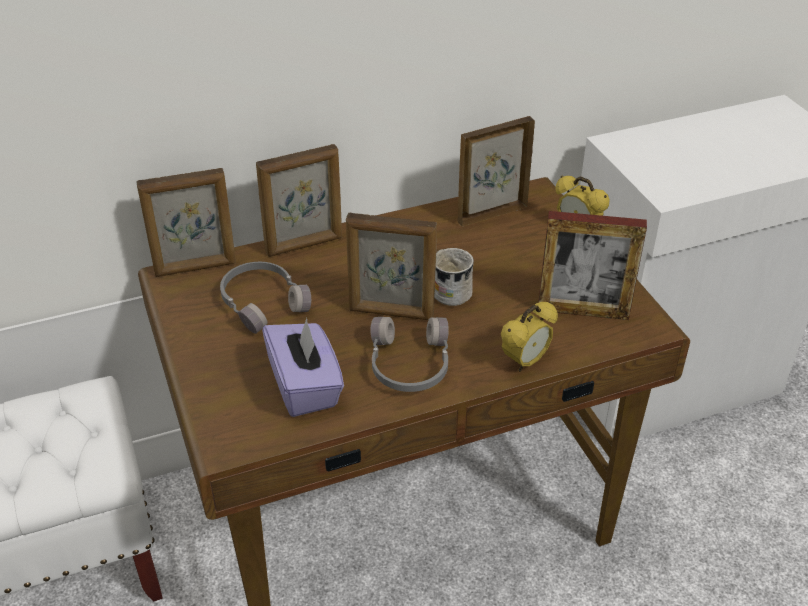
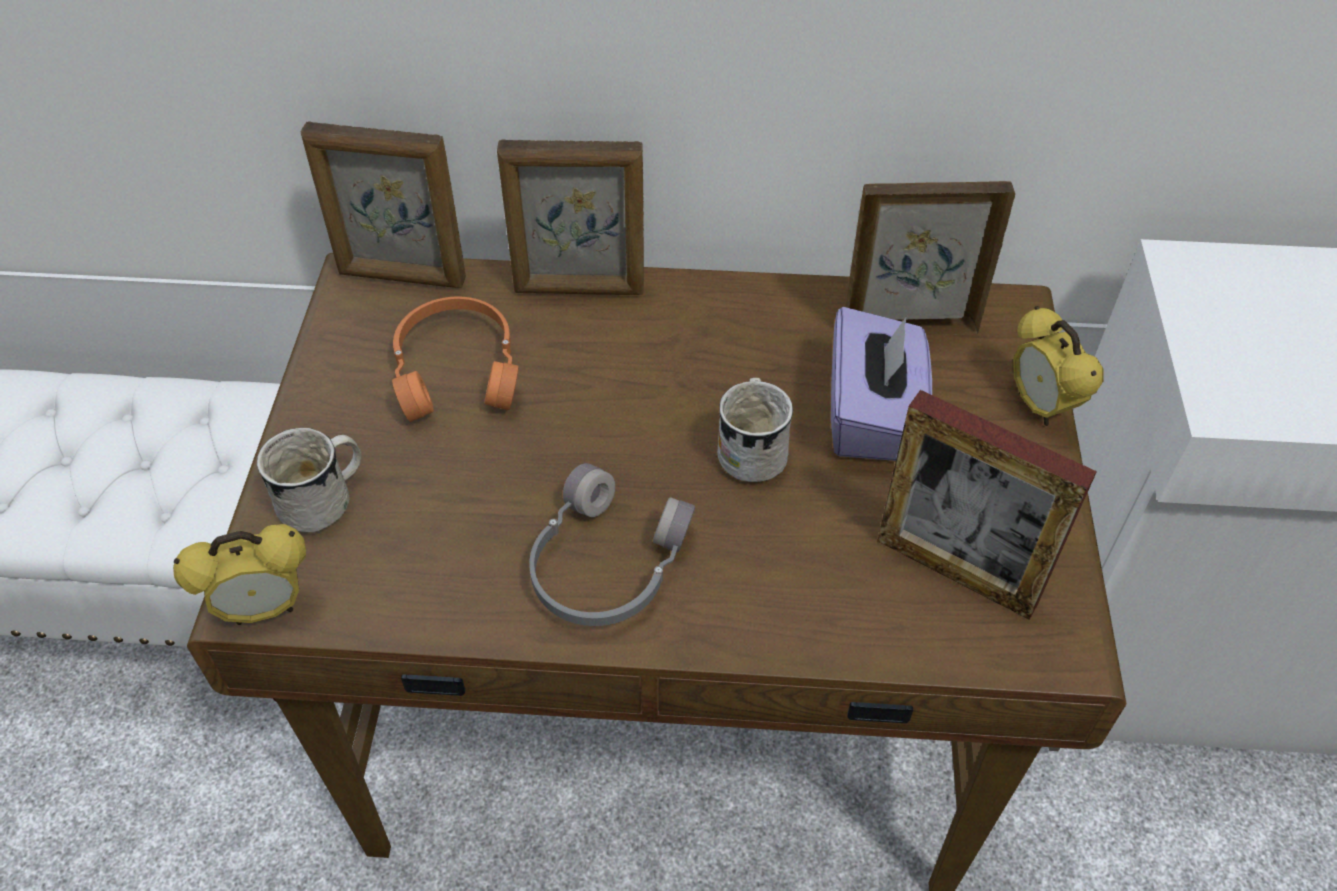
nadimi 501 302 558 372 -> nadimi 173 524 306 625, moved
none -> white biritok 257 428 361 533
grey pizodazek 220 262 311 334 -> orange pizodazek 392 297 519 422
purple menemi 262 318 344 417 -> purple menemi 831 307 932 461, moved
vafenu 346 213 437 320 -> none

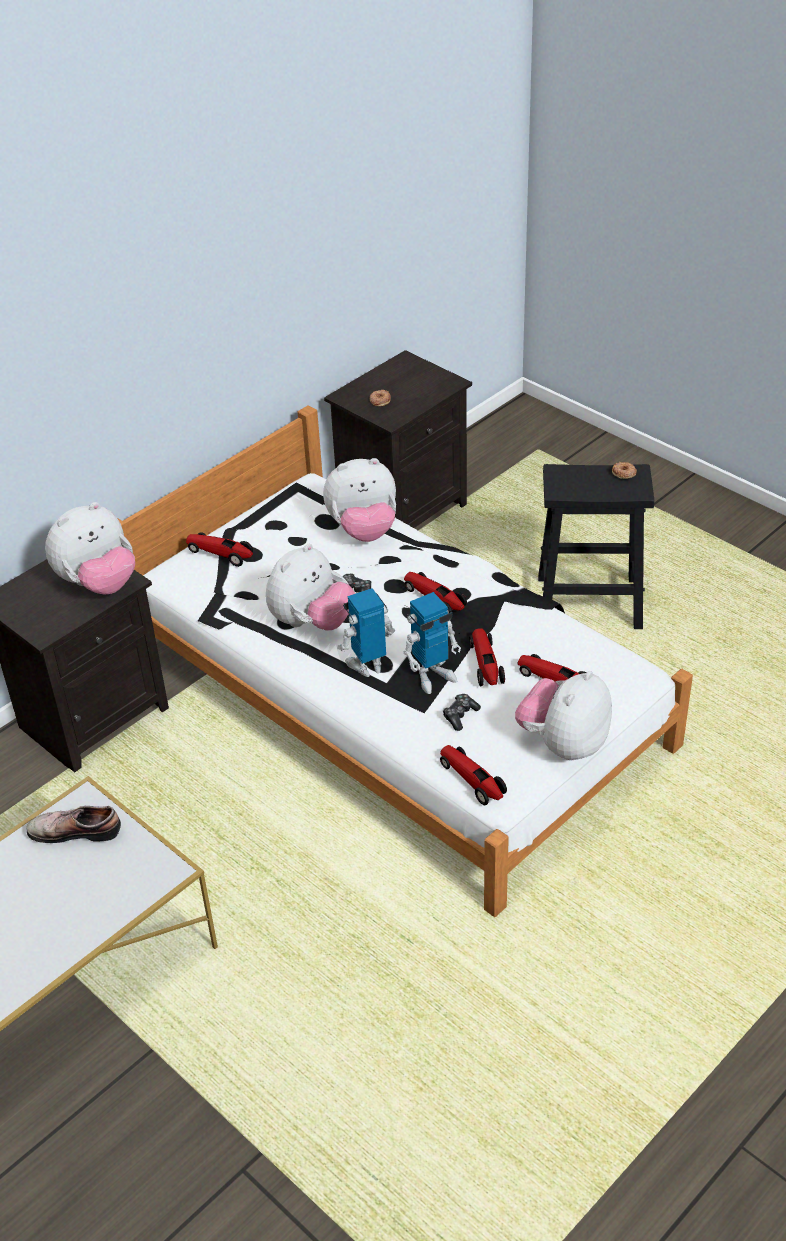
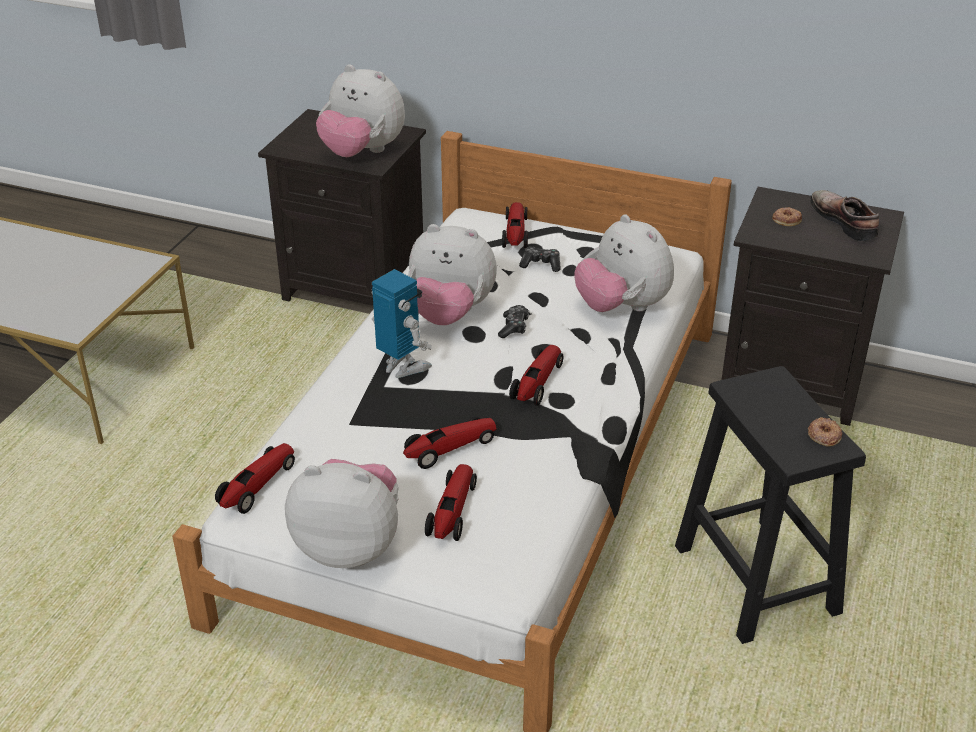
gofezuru 443 694 481 731 -> gofezuru 519 247 561 272, moved
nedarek 26 806 121 843 -> nedarek 810 190 879 241, moved
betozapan 404 592 461 694 -> none

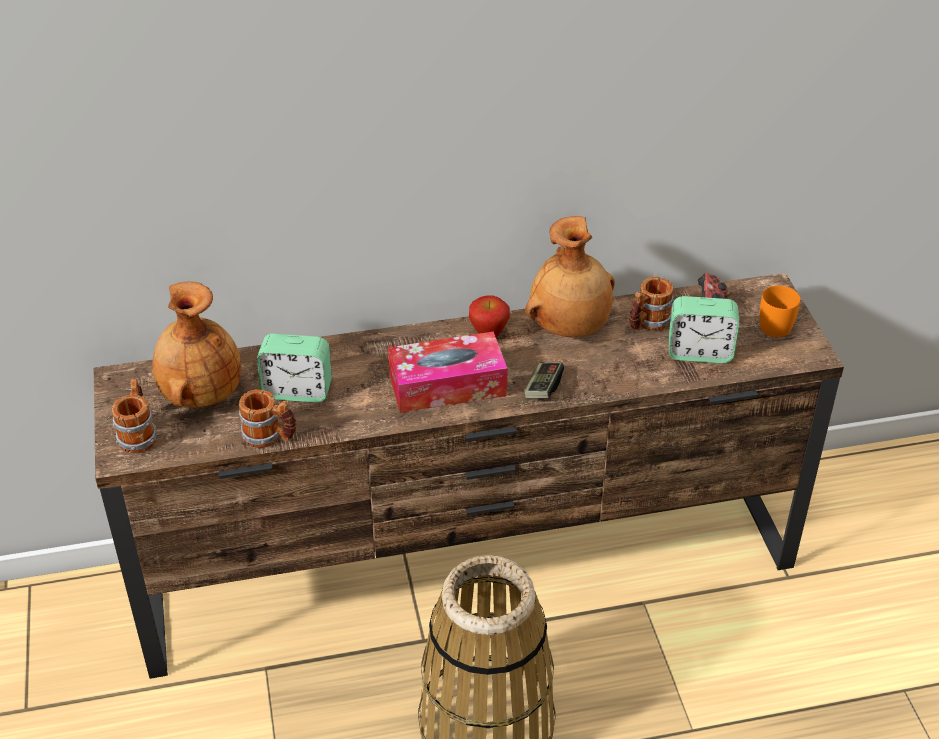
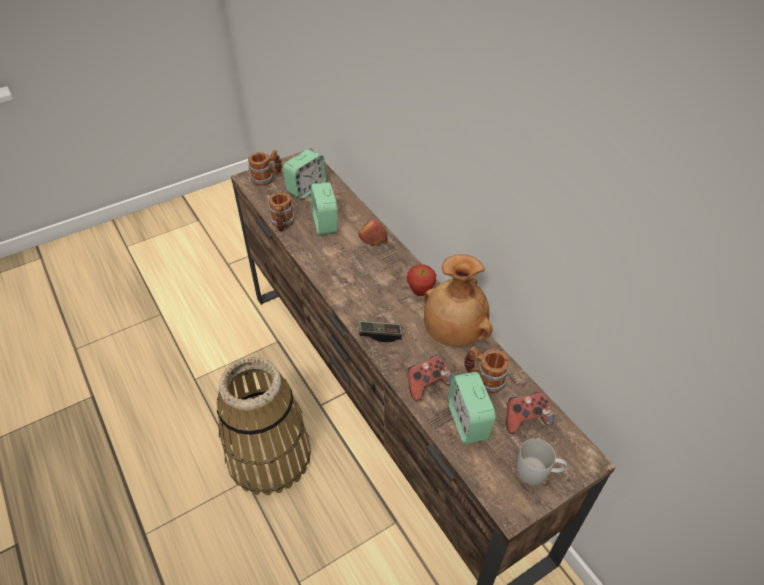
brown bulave 152 281 241 408 -> nadimi 283 149 326 199
none -> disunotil 358 220 388 245
none -> gofezuru 407 356 452 401
orange biritok 760 286 800 337 -> white biritok 517 438 567 485
menemi 388 331 507 413 -> none

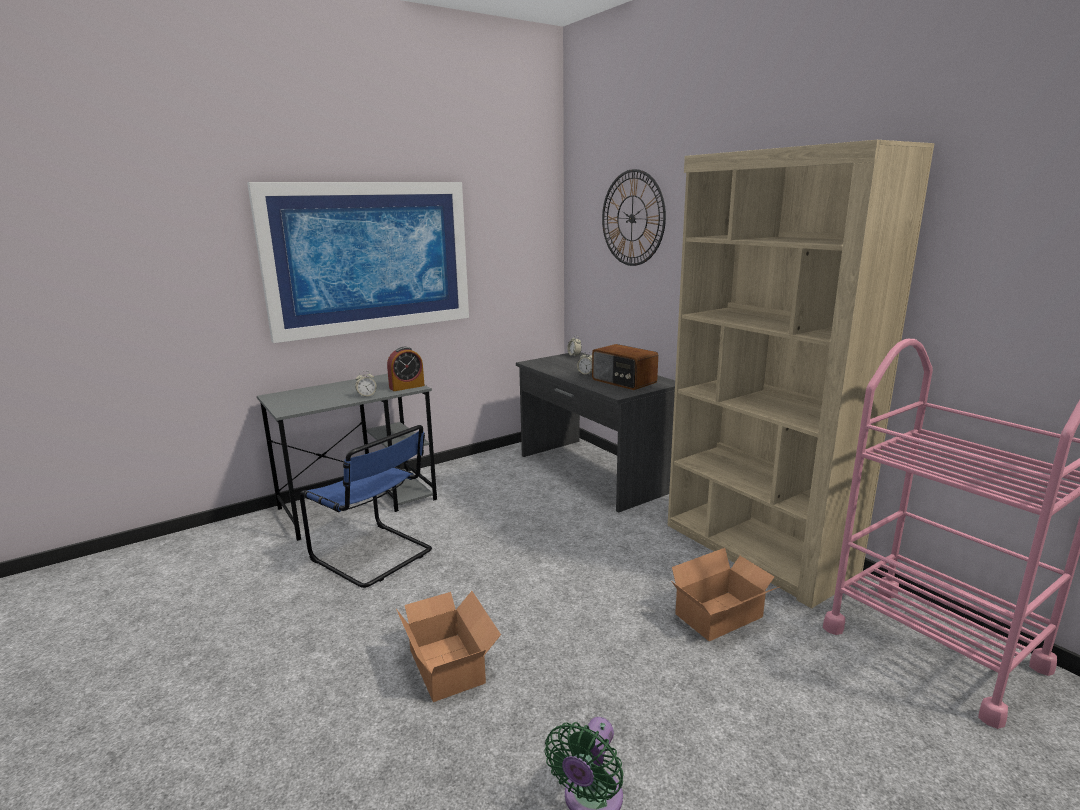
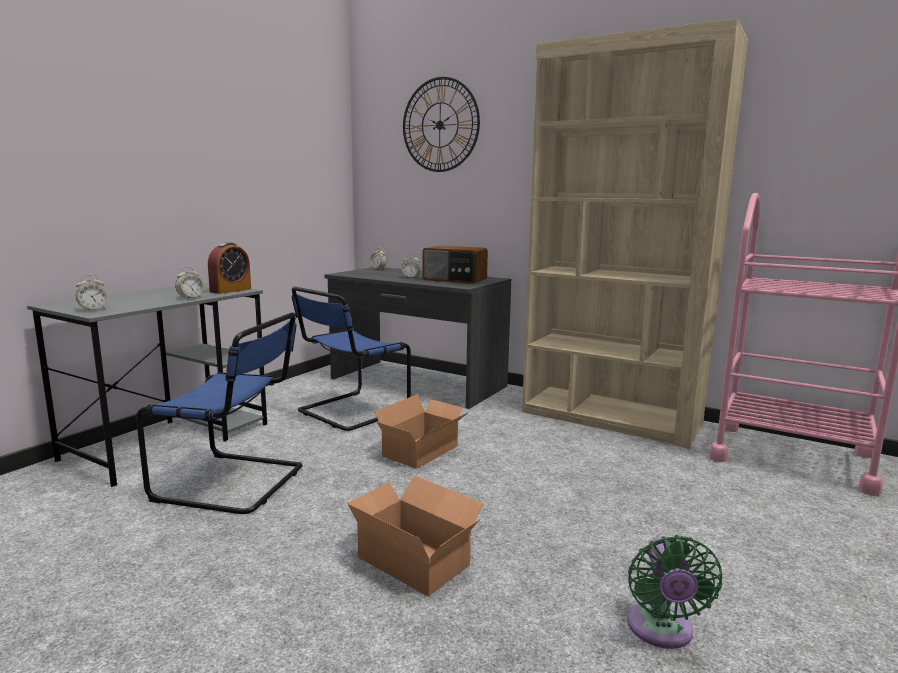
none -> nadimi 76 275 108 311
none -> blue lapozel 292 287 411 431
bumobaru 671 548 781 641 -> bumobaru 375 394 470 469, moved
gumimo 247 182 469 343 -> none

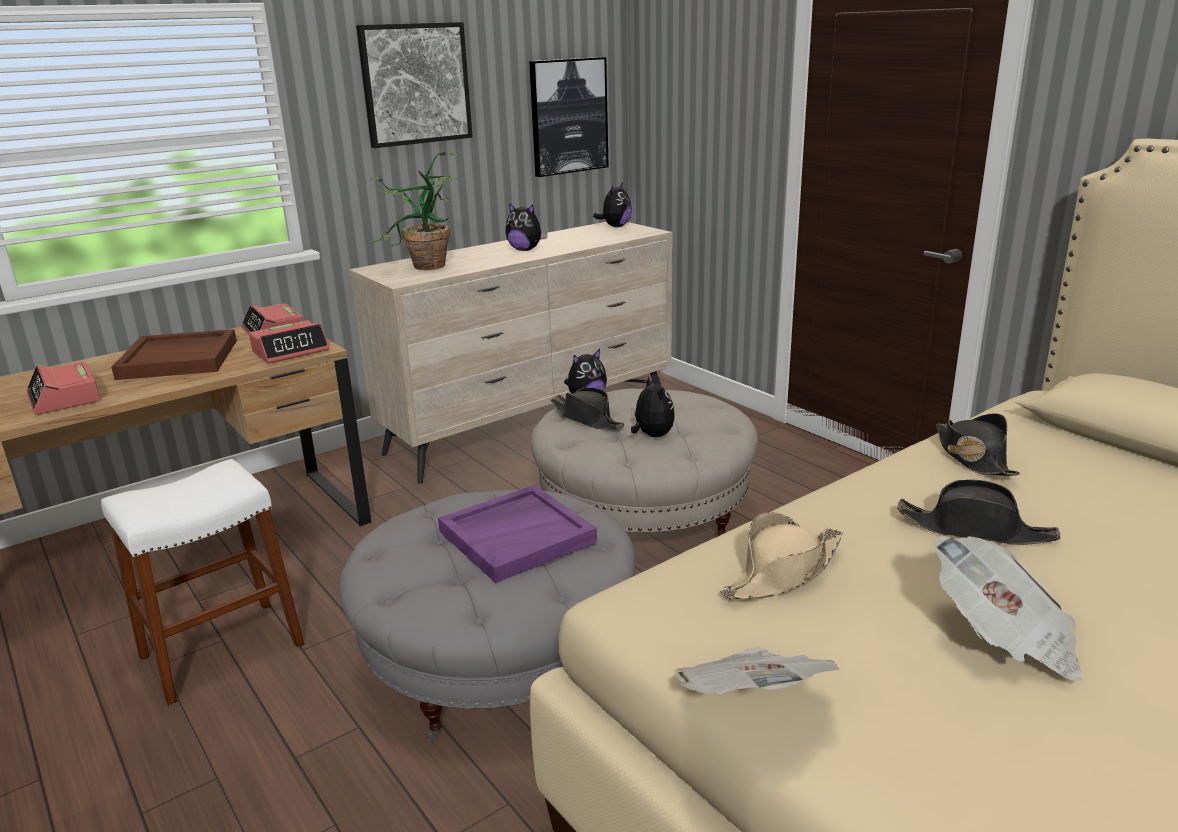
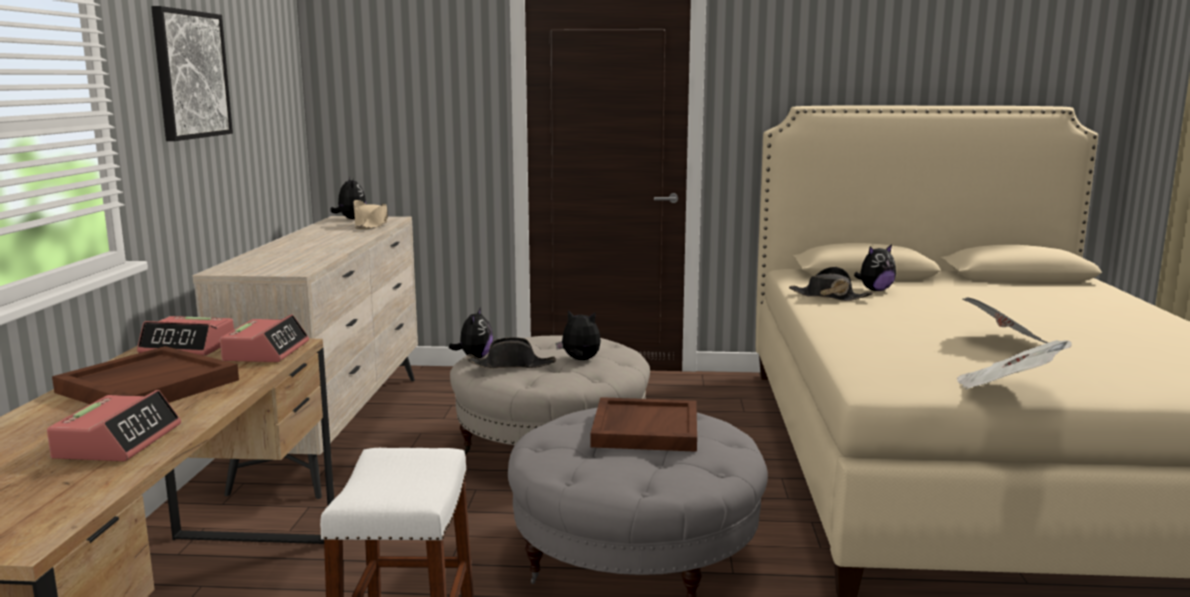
nadimi 27 362 101 415 -> nadimi 47 390 181 461, 90 degrees counterclockwise
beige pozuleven 720 512 843 599 -> beige pozuleven 353 200 388 229, moved
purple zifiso 438 485 597 583 -> brown zifiso 590 397 697 452
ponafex 505 203 548 251 -> ponafex 854 244 896 291, moved
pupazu 369 152 458 270 -> none
gumimo 529 57 609 177 -> none
black pozuleven 897 479 1060 545 -> none

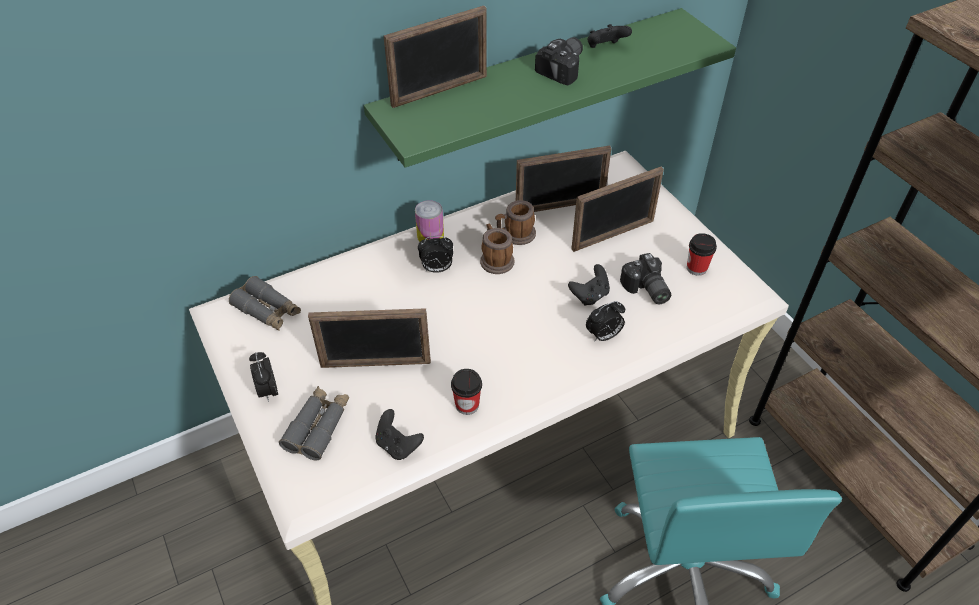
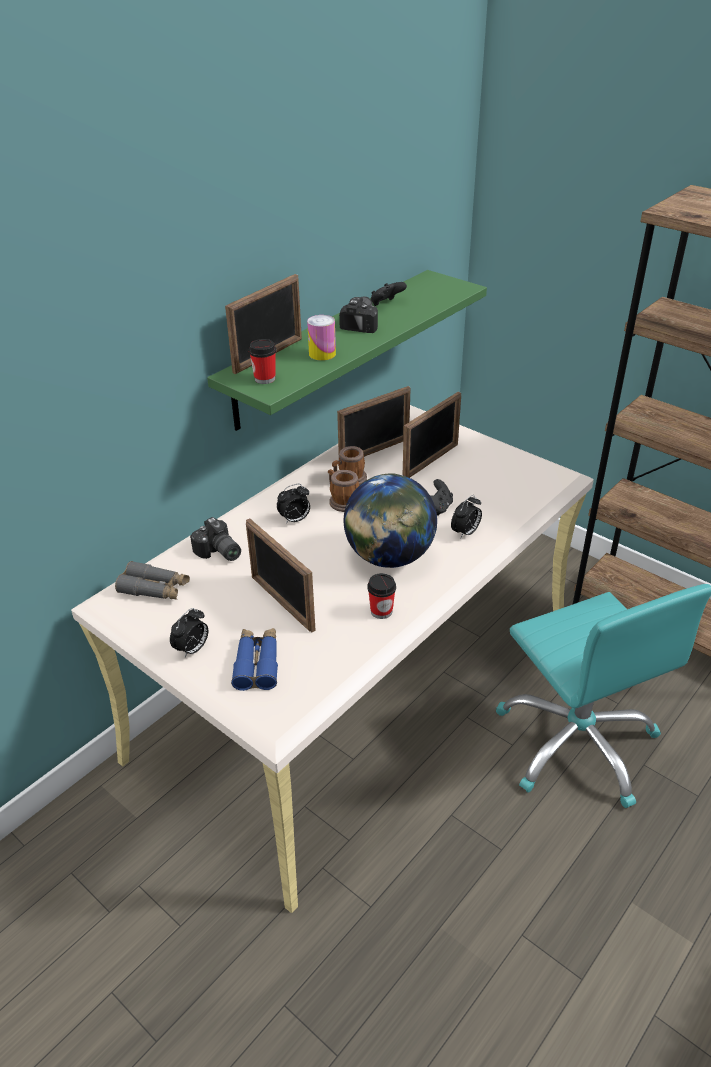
nadimi 249 352 278 402 -> nadimi 170 608 208 658, 105 degrees counterclockwise
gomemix 620 253 671 304 -> gomemix 190 517 241 561, moved
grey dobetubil 279 386 349 461 -> blue dobetubil 231 628 278 691
vafenu 308 308 431 368 -> vafenu 246 519 316 633, 75 degrees clockwise
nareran 687 233 717 276 -> nareran 249 339 276 384, moved
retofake 415 200 444 242 -> retofake 307 315 336 361, moved
none -> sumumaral 344 473 437 568
black gofezuru 375 409 424 460 -> none

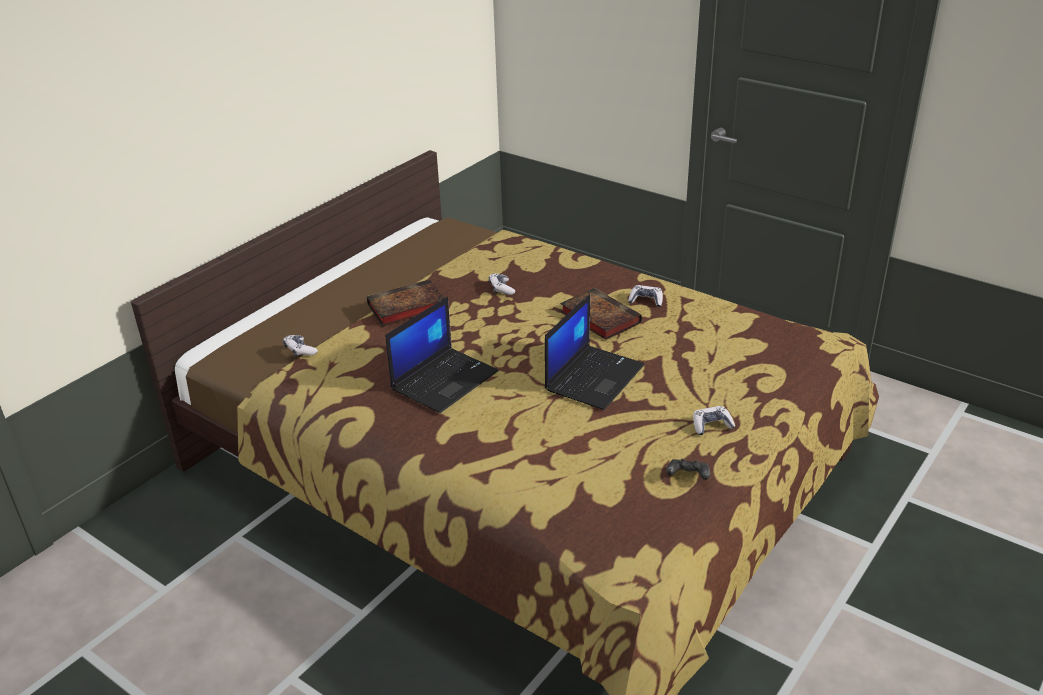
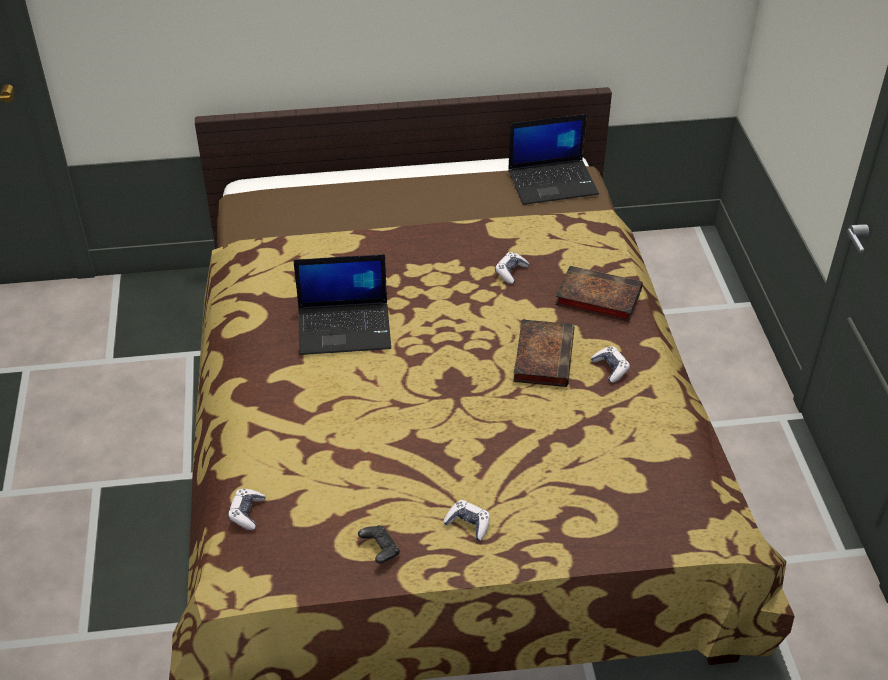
gofezuru 283 335 318 357 -> gofezuru 228 488 265 530, moved
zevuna 545 294 645 410 -> zevuna 508 114 599 205, moved
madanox 367 279 444 326 -> madanox 555 266 643 322, moved

